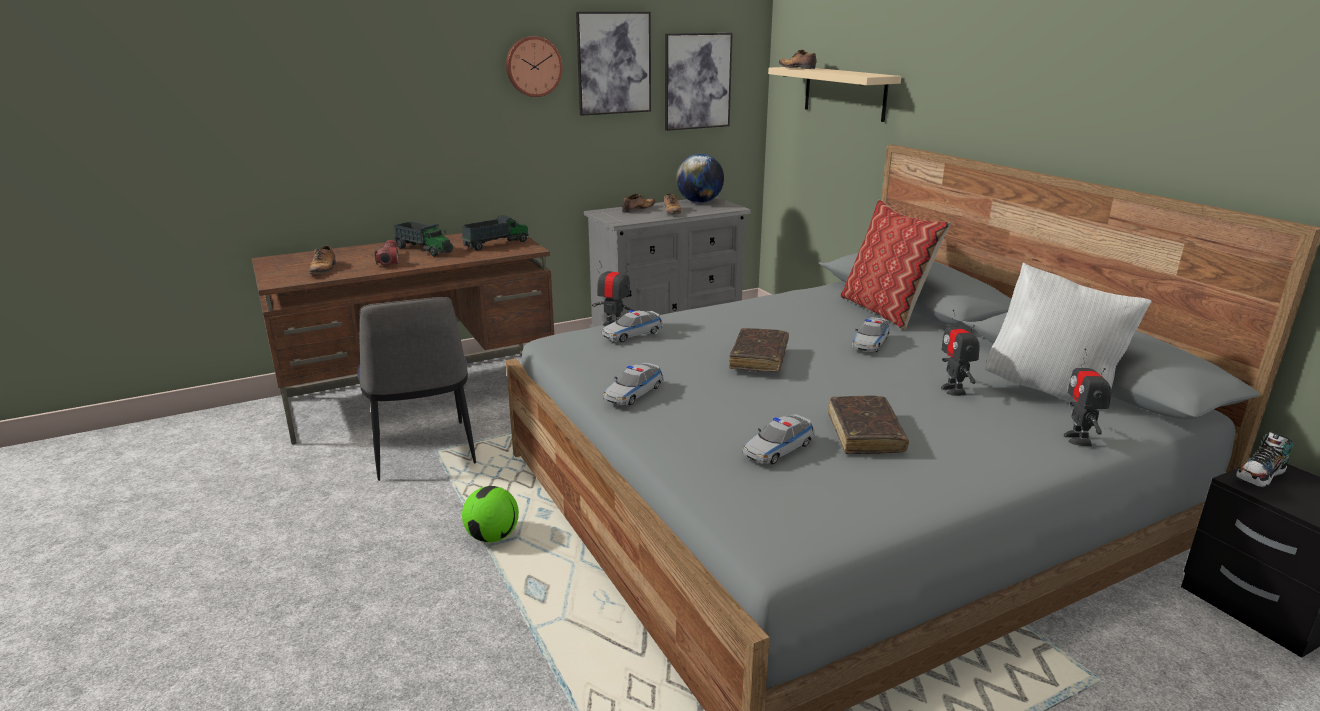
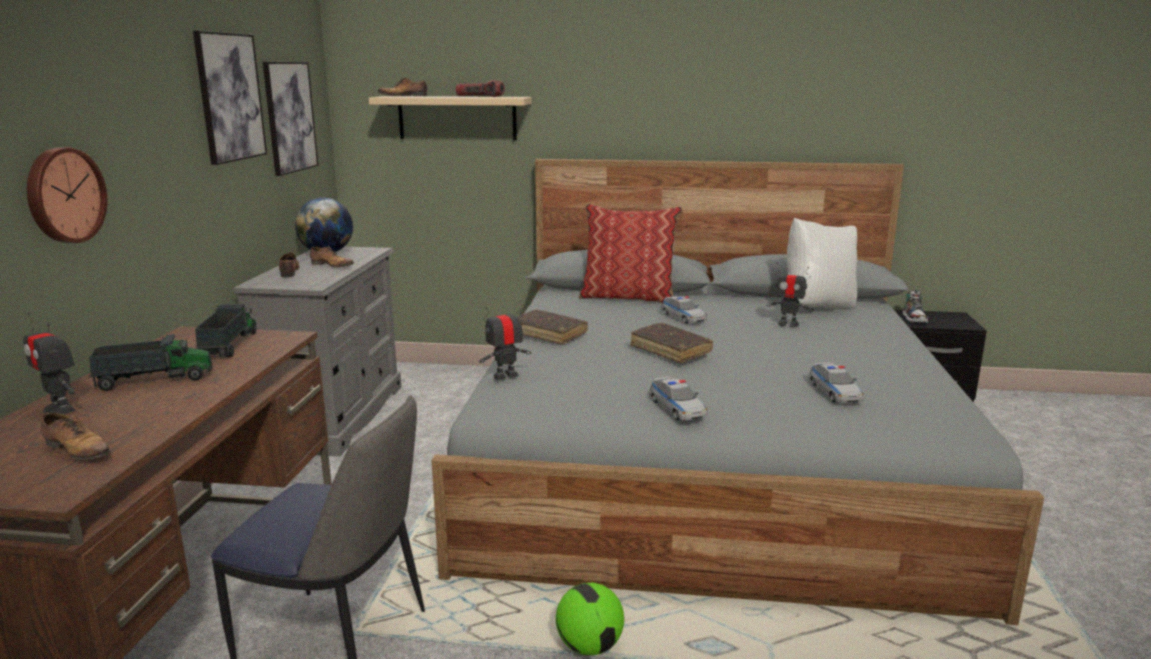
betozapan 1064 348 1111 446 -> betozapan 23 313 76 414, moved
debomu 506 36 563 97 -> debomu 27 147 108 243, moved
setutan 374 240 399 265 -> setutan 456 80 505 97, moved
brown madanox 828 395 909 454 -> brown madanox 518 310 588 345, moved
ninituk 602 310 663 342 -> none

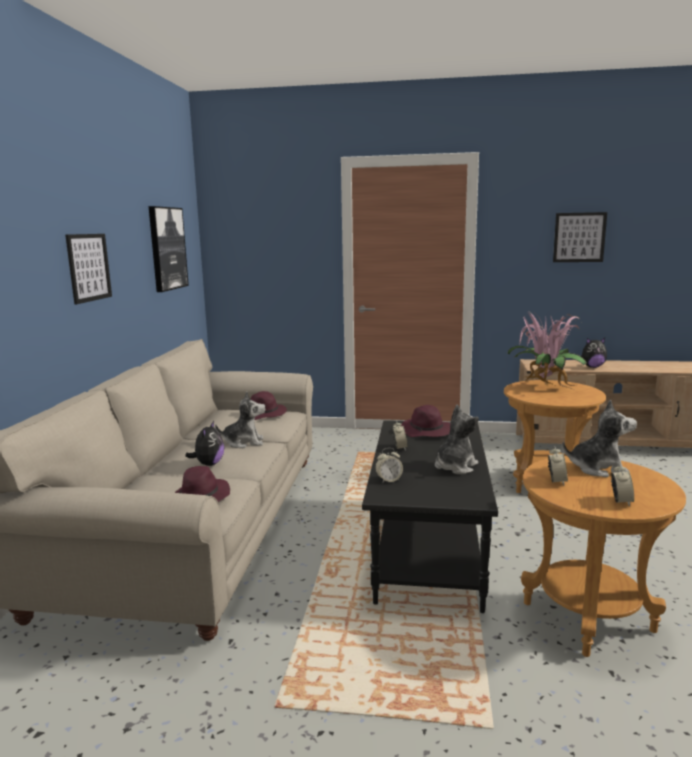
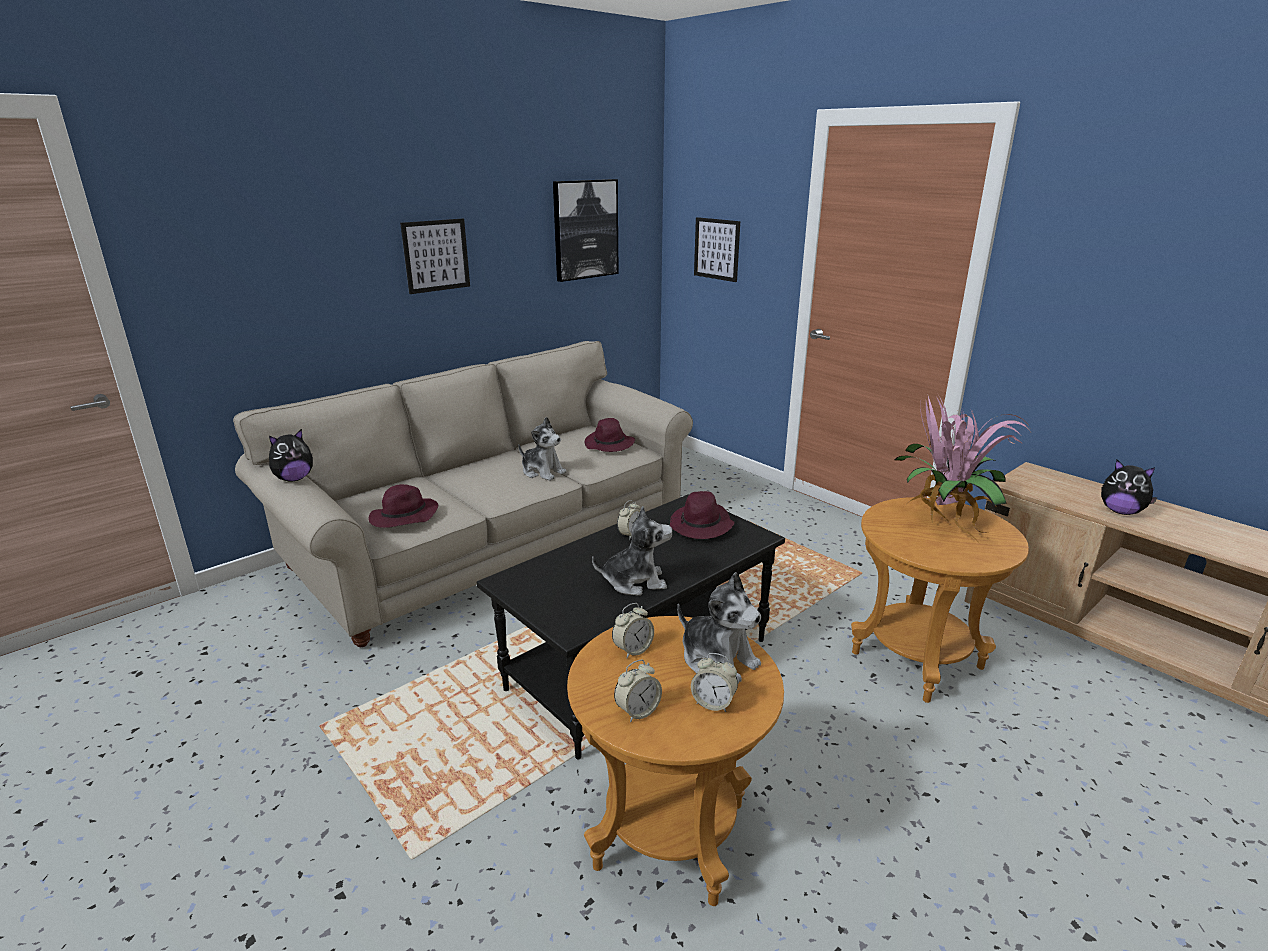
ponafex 185 421 224 466 -> ponafex 269 429 313 482, moved
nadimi 375 448 403 483 -> nadimi 691 653 738 712, moved
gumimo 553 212 607 262 -> gumimo 694 217 740 282, moved

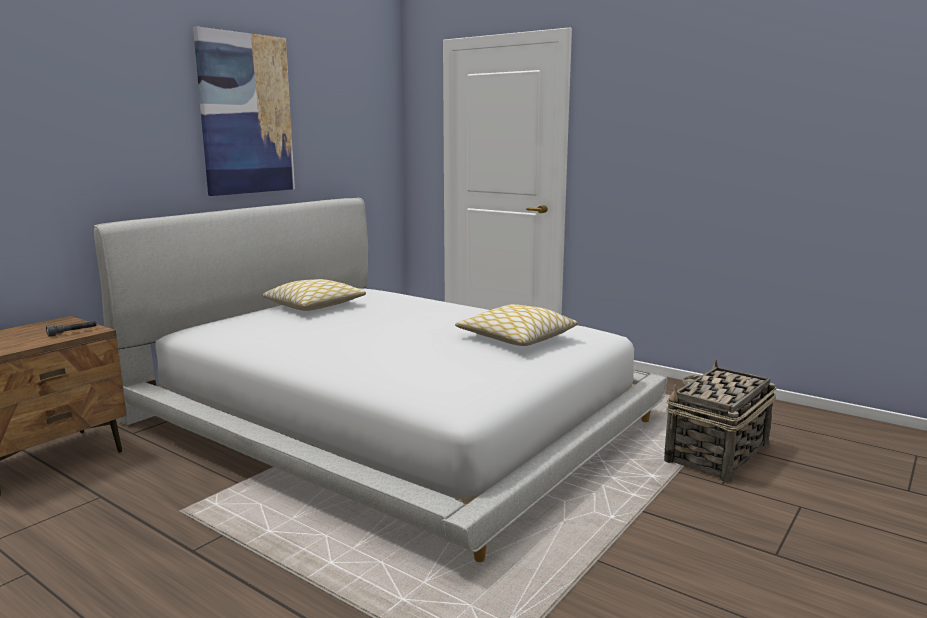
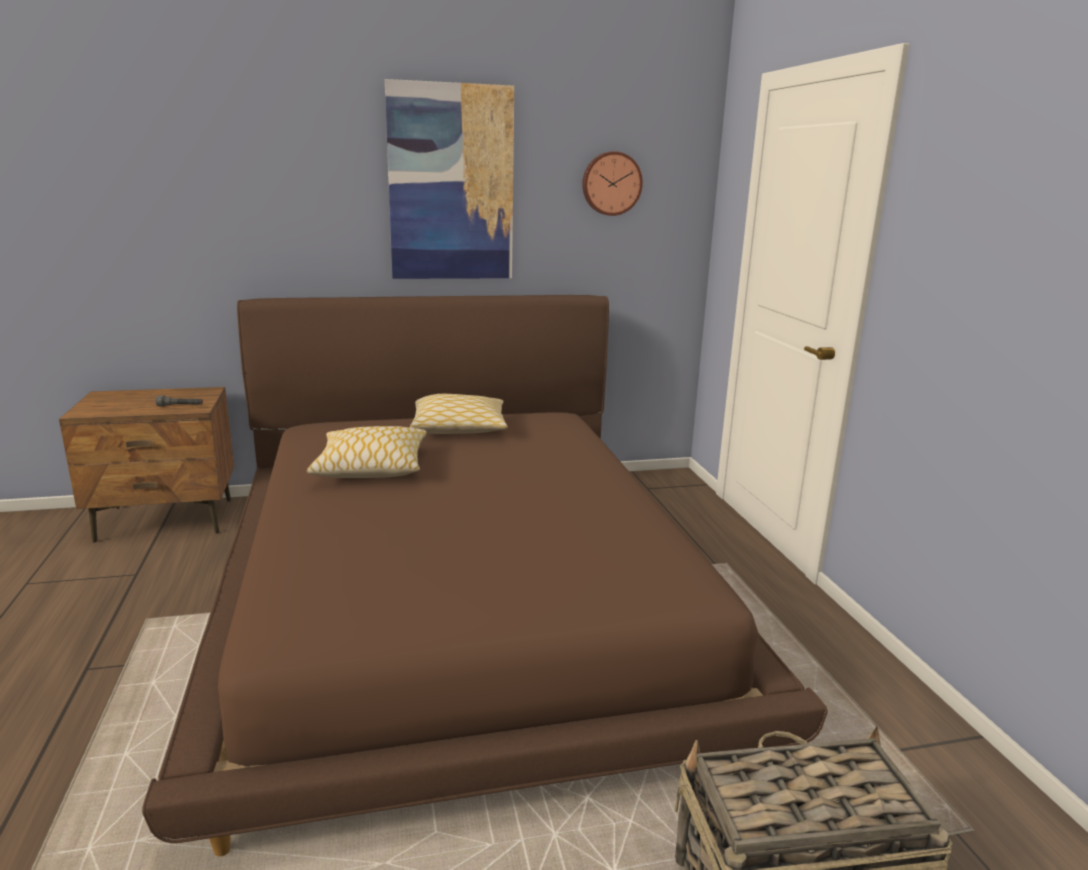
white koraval 94 198 667 562 -> brown koraval 142 295 828 856
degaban 455 304 578 346 -> degaban 307 426 427 478, moved
none -> debomu 582 151 643 216

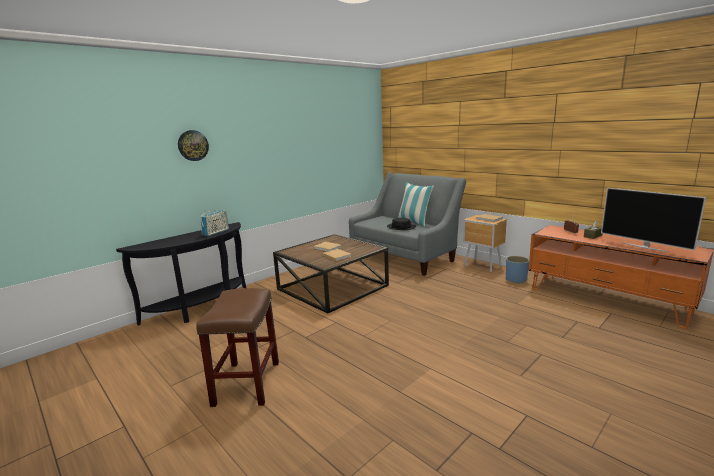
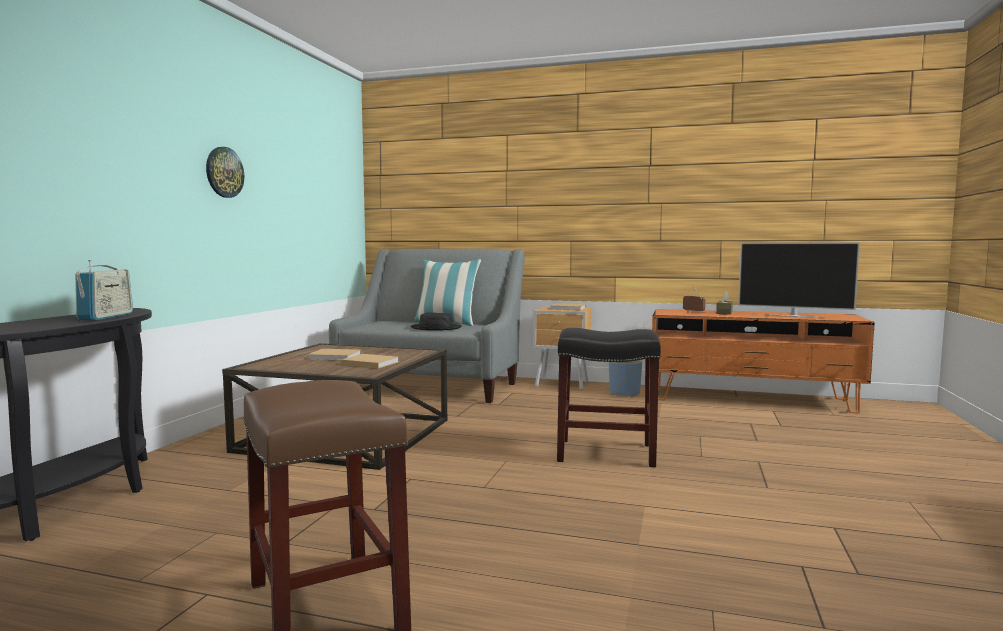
debomu 178 130 209 161 -> debomu 206 147 244 198, moved
none -> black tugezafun 557 328 661 467

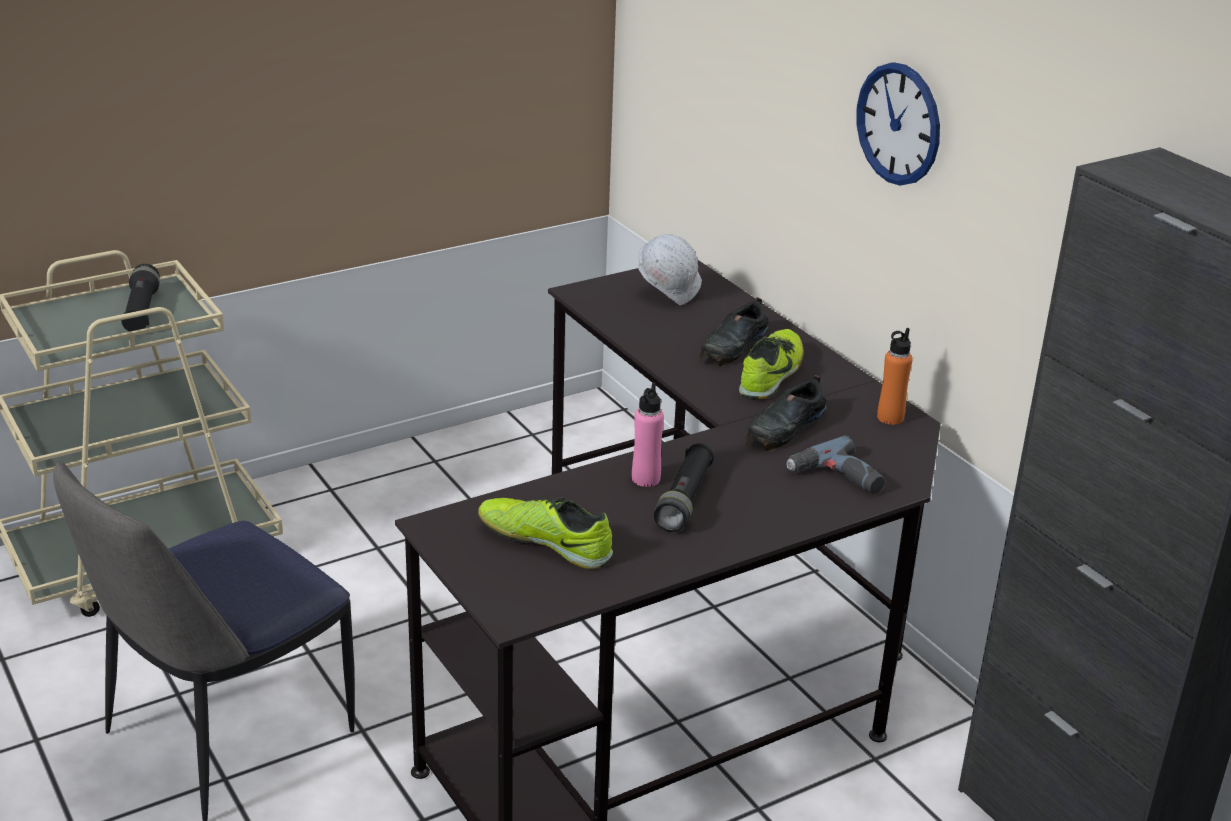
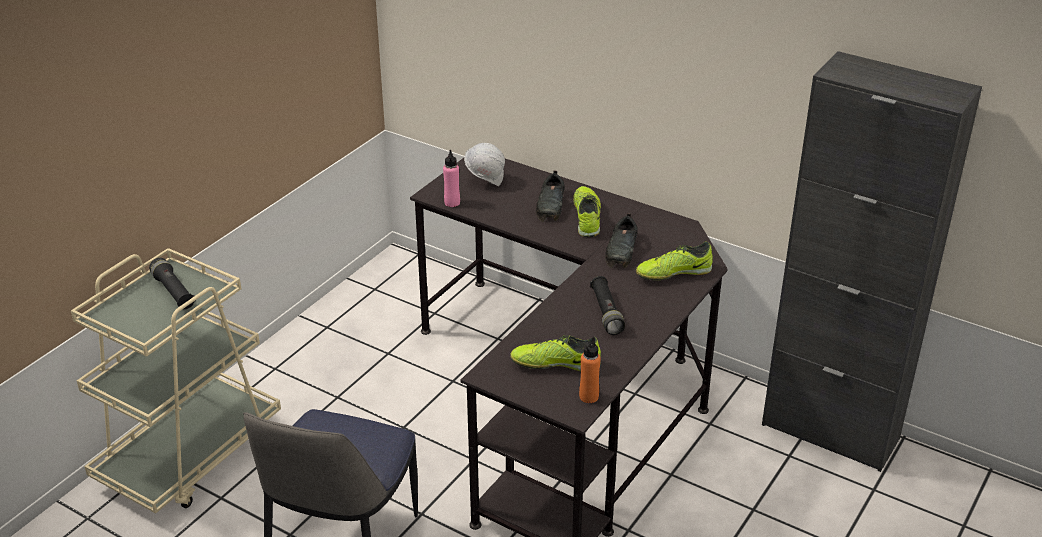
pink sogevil 632 382 664 487 -> pink sogevil 443 150 460 207, moved
orange sogevil 877 328 913 425 -> orange sogevil 579 337 601 403, moved
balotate 786 436 885 494 -> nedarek 636 241 713 280
debomu 856 62 940 186 -> none

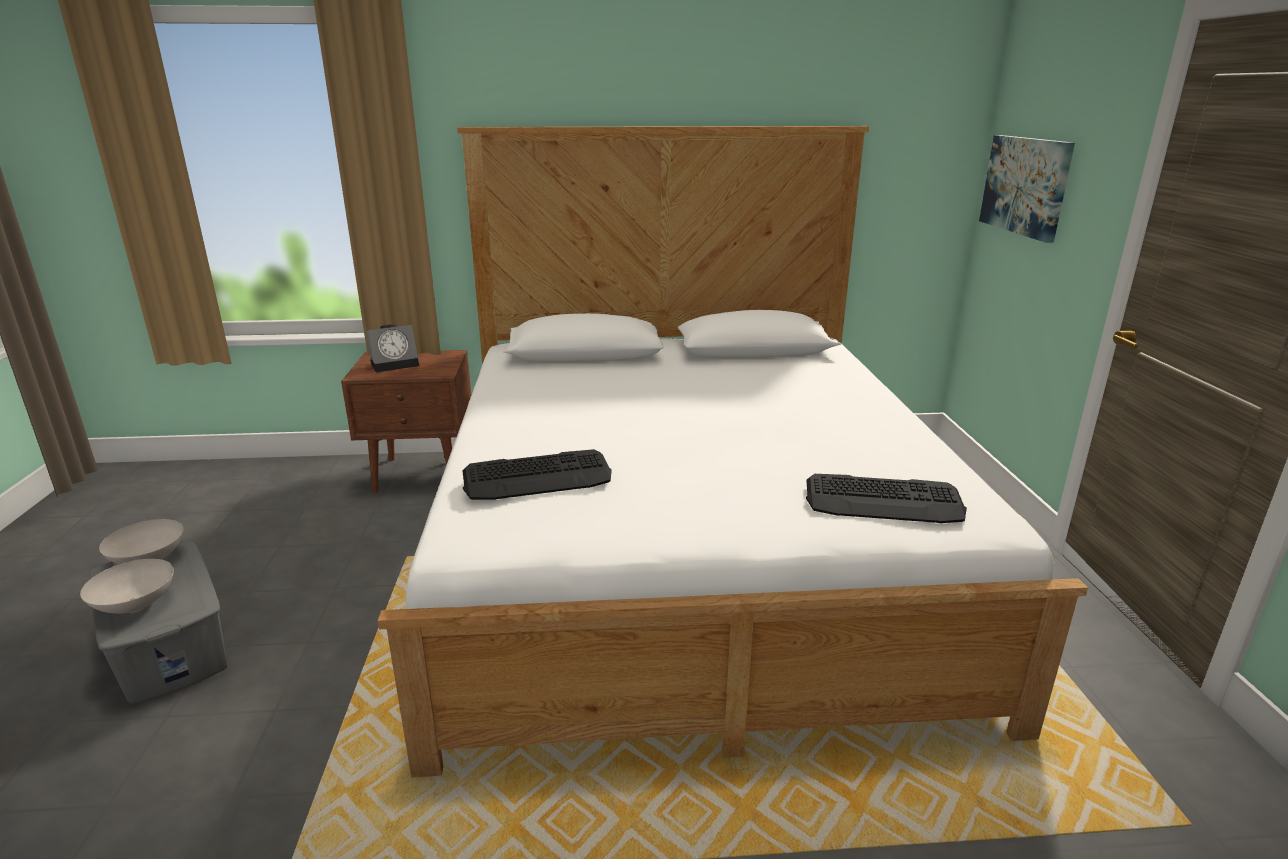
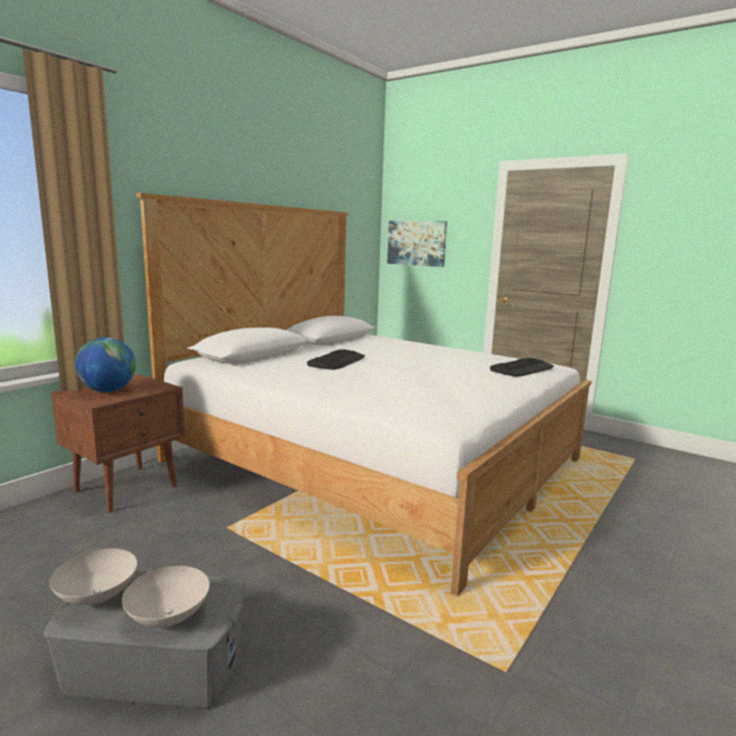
nadimi 366 324 419 372 -> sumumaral 75 337 136 392
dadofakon 463 449 612 500 -> dadofakon 307 349 365 370, moved

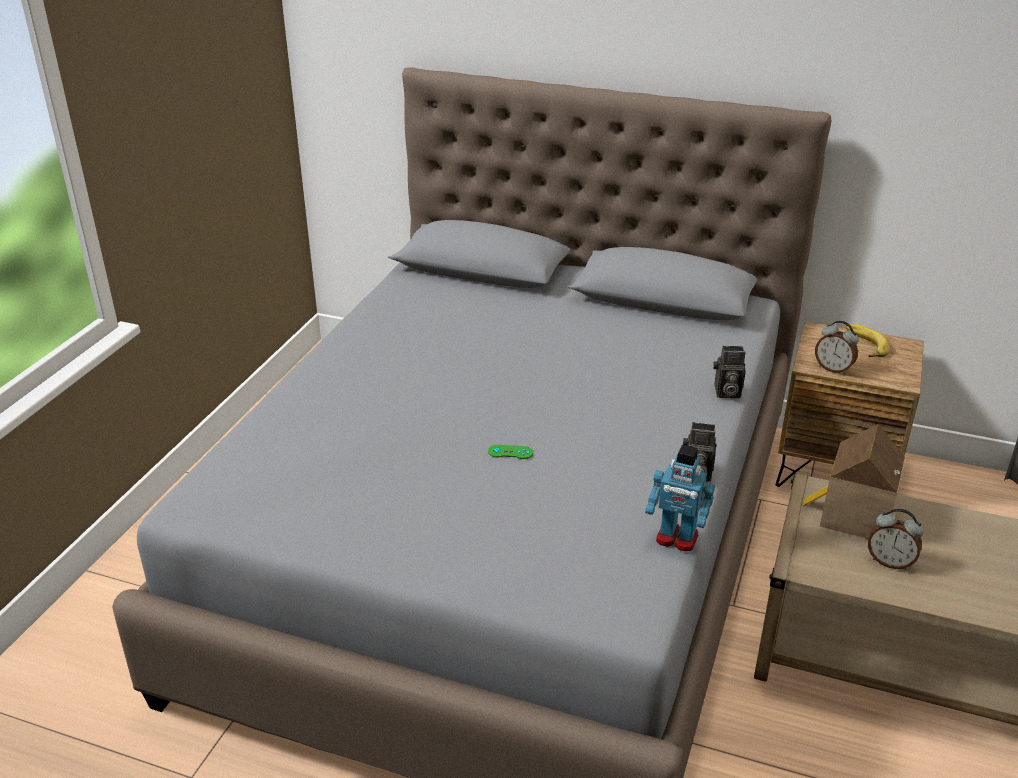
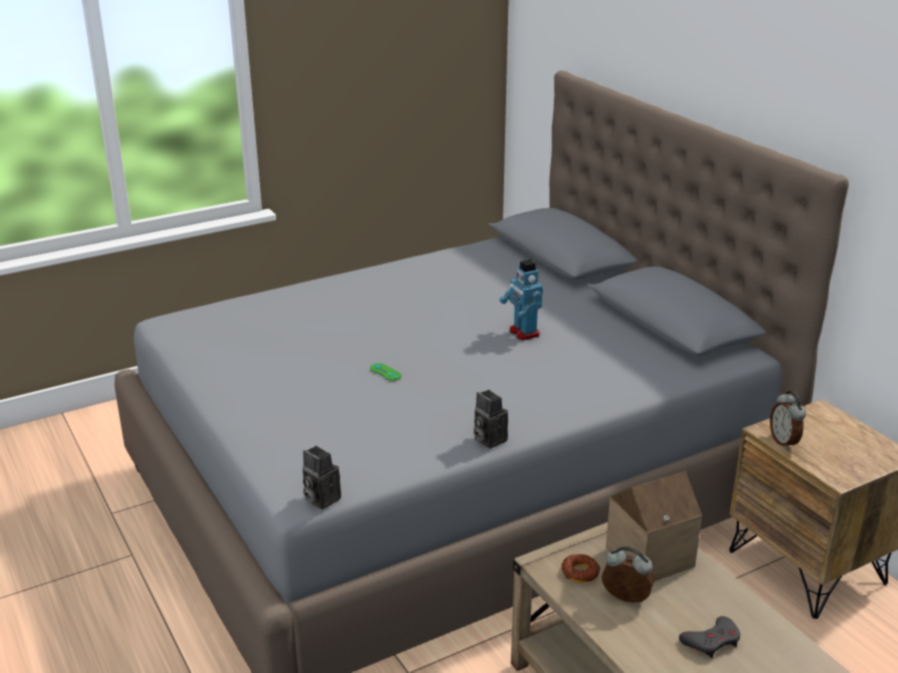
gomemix 713 346 746 398 -> gomemix 303 446 341 510, moved
betozapan 645 444 715 551 -> betozapan 499 259 544 340, moved
none -> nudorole 561 554 600 583
nadimi 868 508 924 570 -> nadimi 602 546 655 602, 135 degrees clockwise
none -> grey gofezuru 679 616 740 658
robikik 846 324 890 357 -> none

